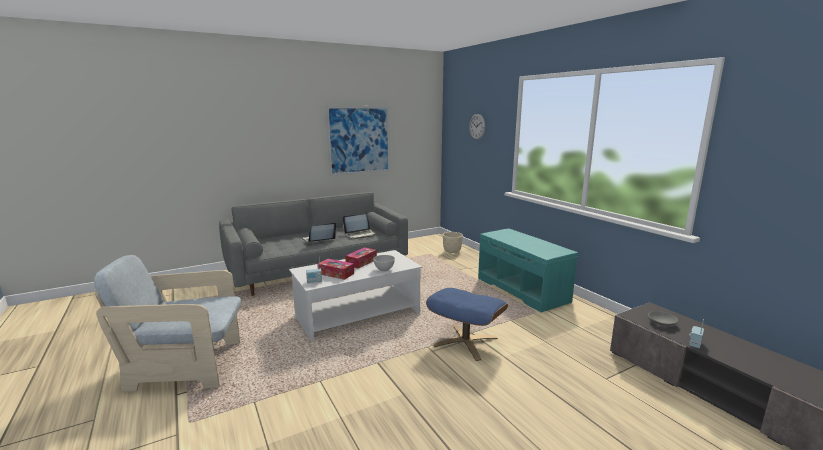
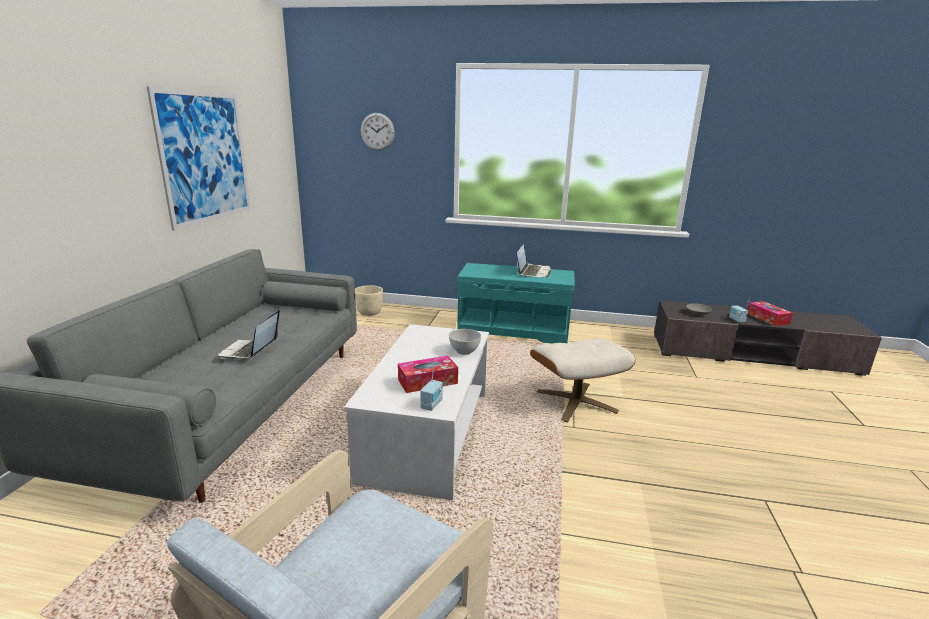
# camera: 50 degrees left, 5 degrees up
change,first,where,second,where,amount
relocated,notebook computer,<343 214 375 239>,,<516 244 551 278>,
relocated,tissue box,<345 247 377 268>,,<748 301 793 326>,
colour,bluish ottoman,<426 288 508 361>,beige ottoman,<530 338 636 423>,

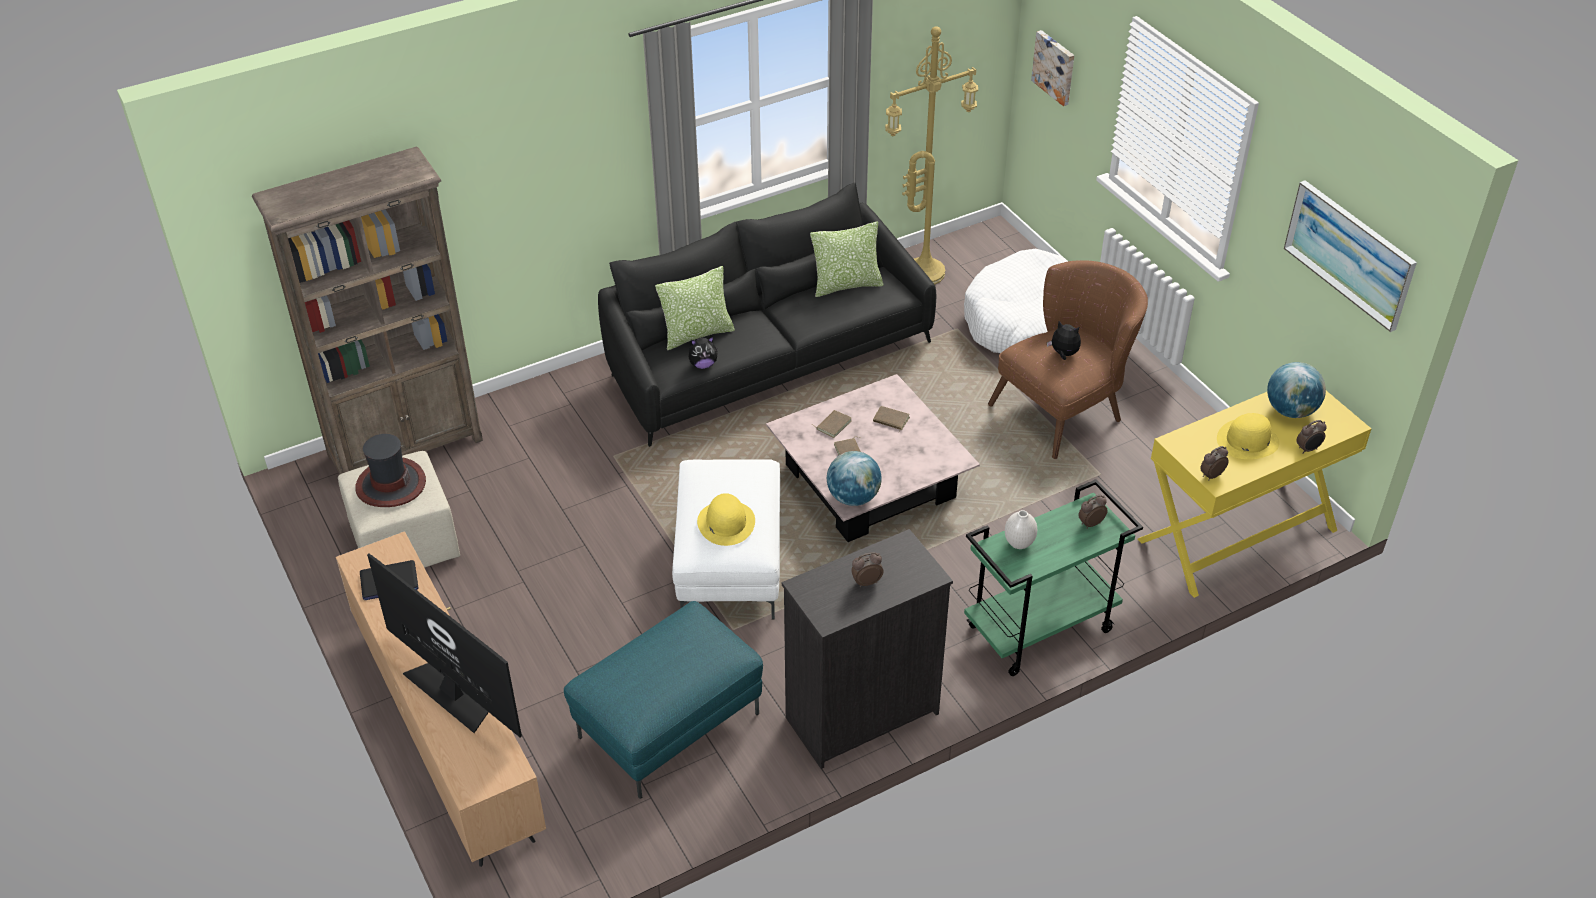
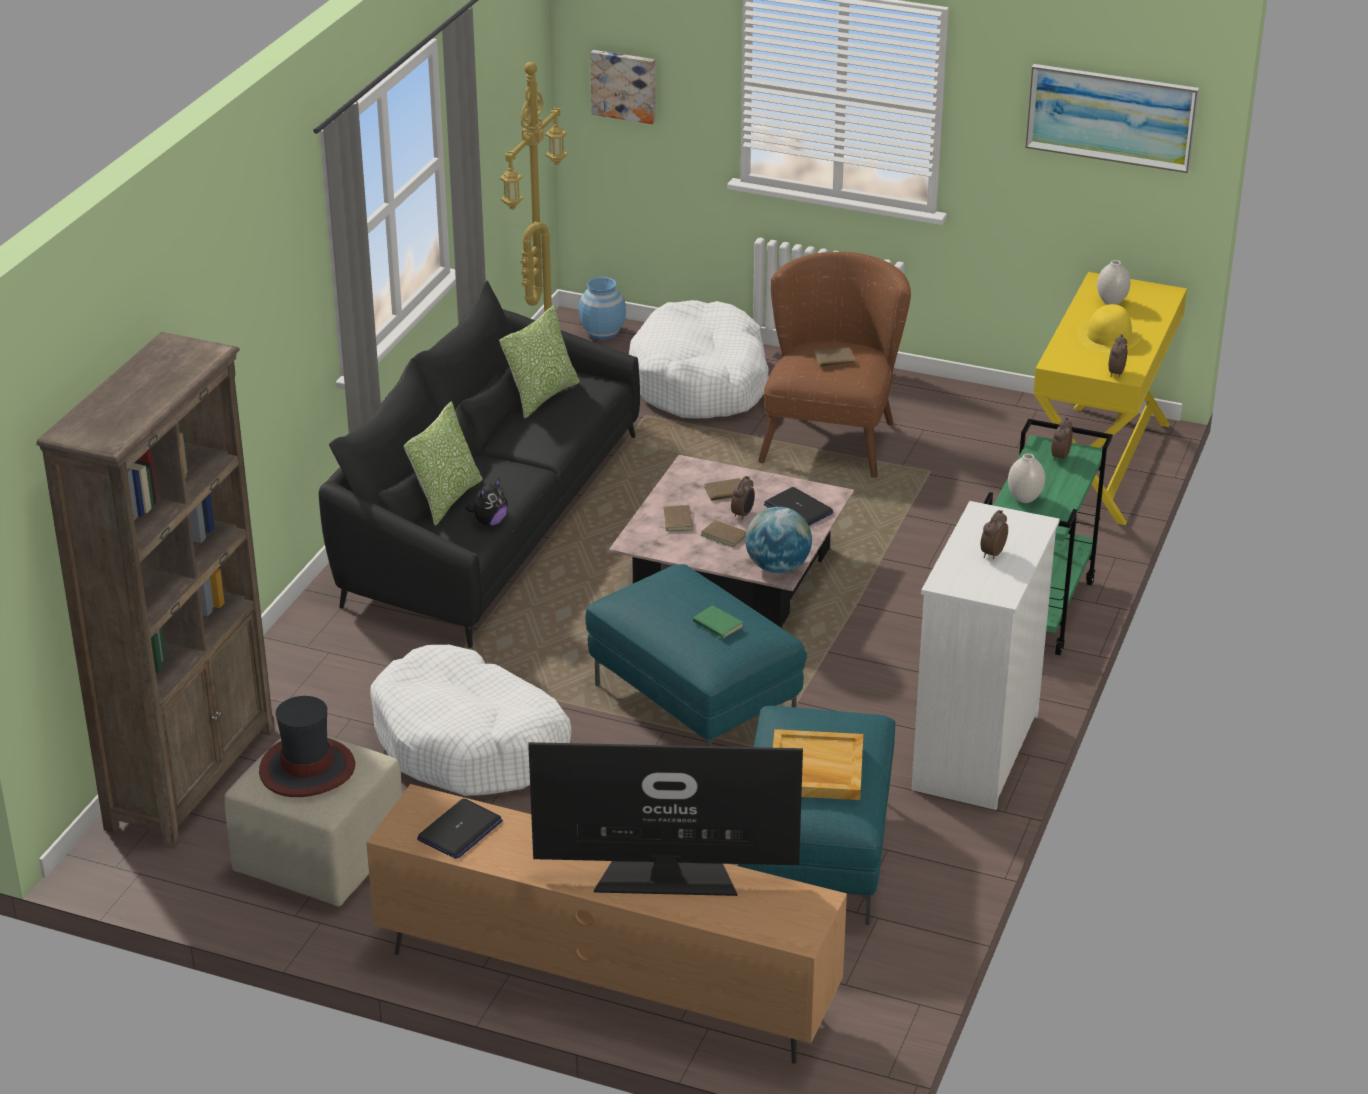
# camera: 40 degrees left, 10 degrees down
change,first,where,second,where,amount
exchanged,plush toy,<1047 321 1081 360>,brown volume,<815 348 857 367>,
exchanged,world globe,<1267 362 1326 418>,white-coloured decorative vase,<1097 260 1130 305>,
relocated,bedside clock,<1296 420 1327 454>,,<731 476 755 520>,
colour,white-coloured ottoman,<672 459 780 619>,turquoise ottoman,<585 564 807 746>,
exchanged,yellow-coloured wearable hat,<697 493 755 546>,greenish volume,<693 606 743 639>,
colour,blackish chest of drawers,<782 529 953 769>,white-coloured chest of drawers,<911 501 1060 810>,
appeared,,,bluish decorative vase,<579 277 626 339>,
appeared,,,notebook computer,<764 487 833 526>,
appeared,,,white-coloured pet bed,<370 645 571 796>,
appeared,,,beige tray,<773 729 863 800>,

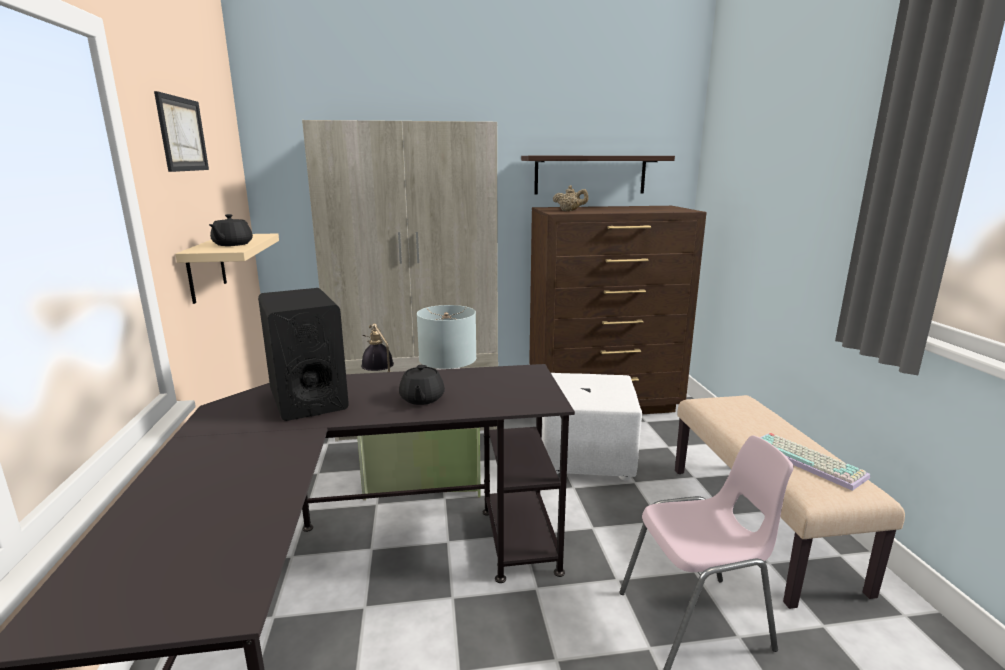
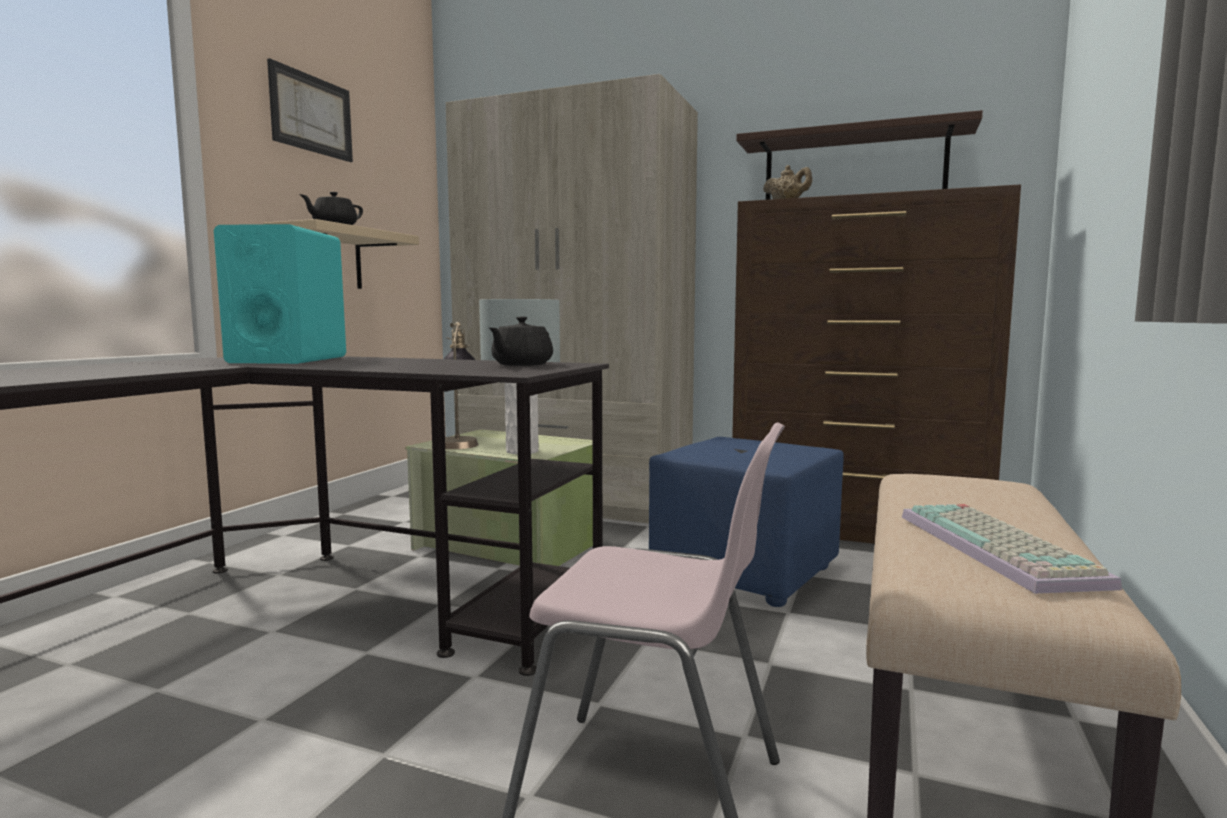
# camera: 30 degrees right, 10 degrees down
change,first,where,second,where,amount
colour,blackish audio speaker,<258 288 349 421>,turquoise audio speaker,<214 224 346 364>,
relocated,blackish teapot,<399 365 445 405>,,<489 316 553 366>,
colour,white-coloured ottoman,<542 373 642 480>,bluish ottoman,<649 437 844 607>,

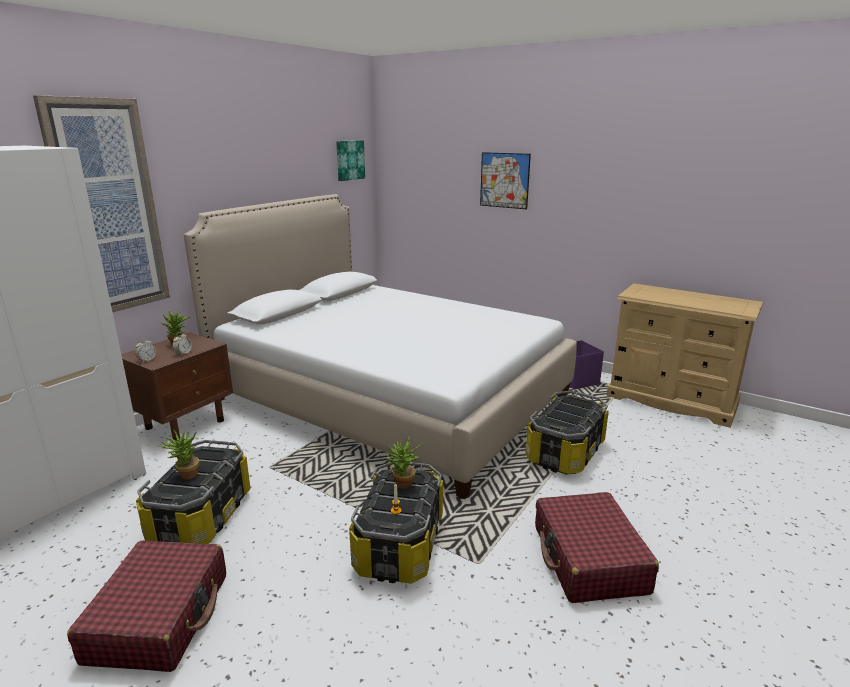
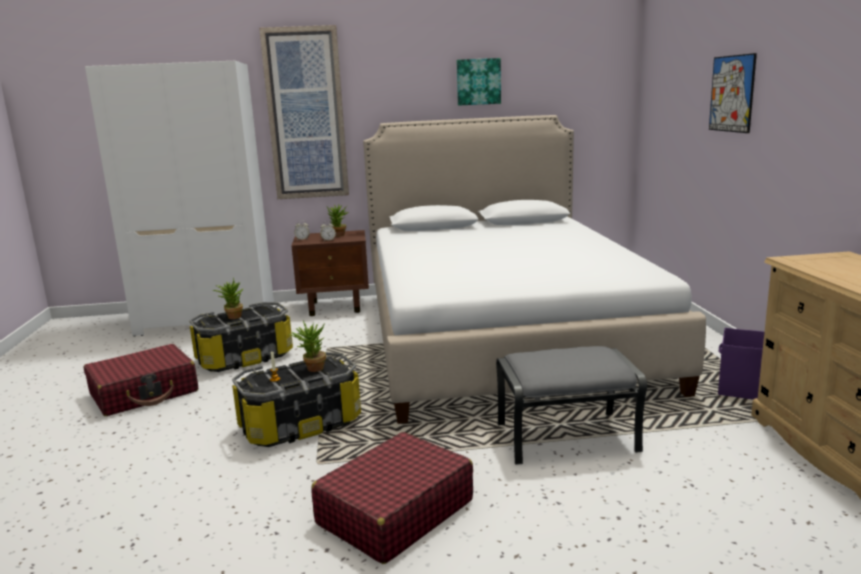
# camera: 50 degrees right, 5 degrees down
change,first,where,second,where,amount
relocated,wall picture,<336 140 365 181>,,<457 58 501 106>,
exchanged,storage bin,<525 391 609 475>,greyish ottoman,<496 346 647 465>,

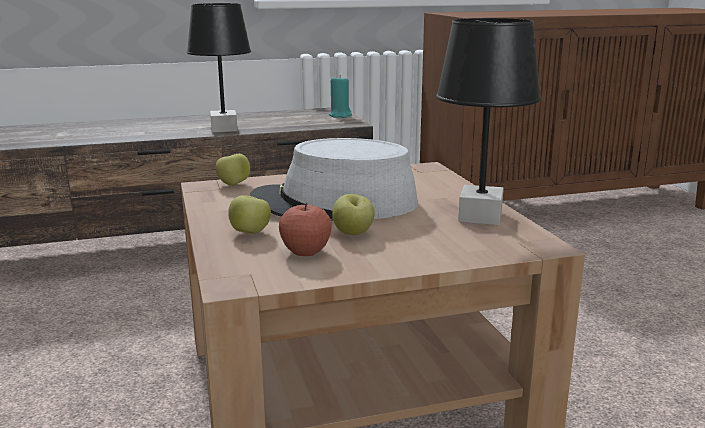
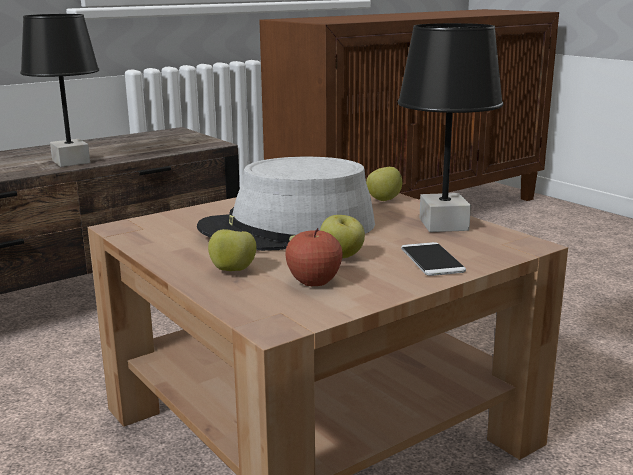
# camera: 20 degrees left, 0 degrees up
change,first,where,second,where,amount
missing,turquoise wax candle,<329 75 352 118>,,,
relocated,whole apple,<215 154 250 186>,,<366 167 402 201>,
appeared,,,handset,<401 242 466 276>,

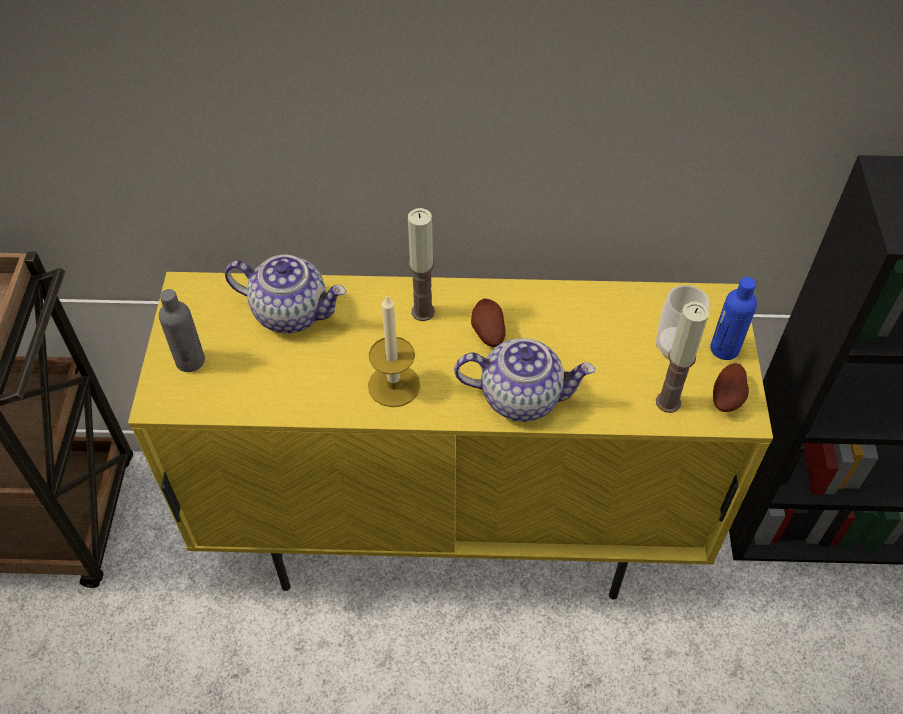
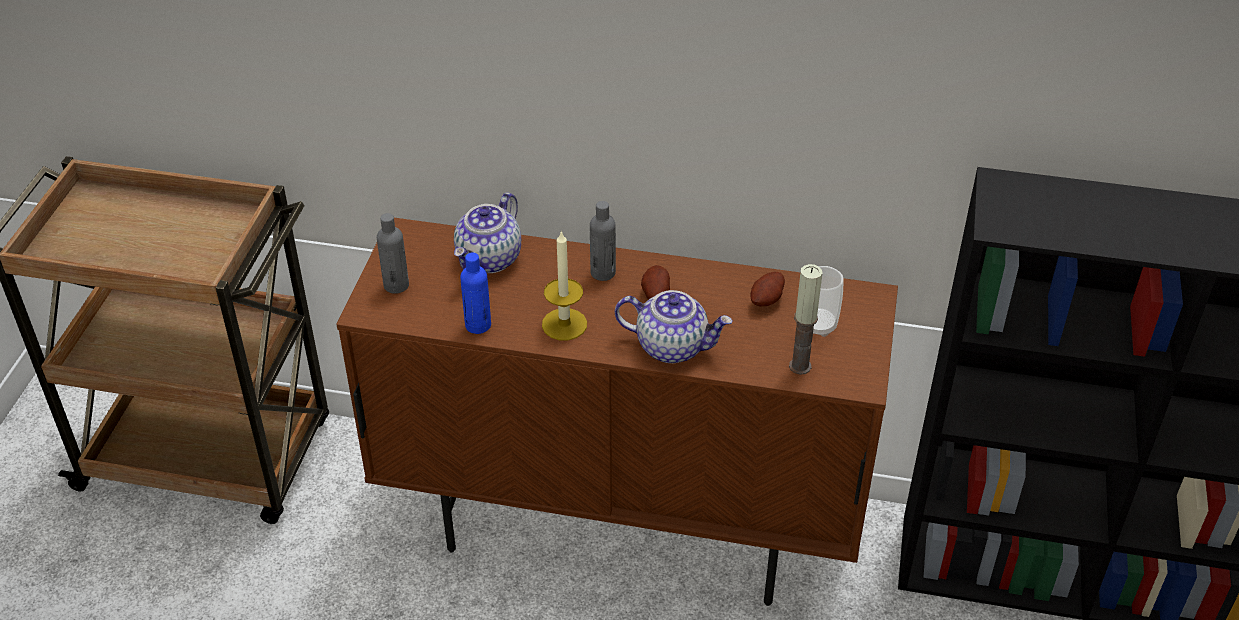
# camera: 10 degrees right, 10 degrees down
change,first,where,second,where,amount
exchanged,wax candle,<408 208 435 321>,greyish beverage bottle,<590 201 616 281>,
spun,teapot,<225 255 346 333>,,<454 192 521 273>,90 degrees clockwise
colour,yellow-coloured cabinet,<128 272 773 599>,brown cabinet,<336 218 898 606>,
relocated,bluish beverage bottle,<710 277 757 360>,,<460 253 491 334>,
relocated,spud,<713 363 749 412>,,<751 272 785 306>,

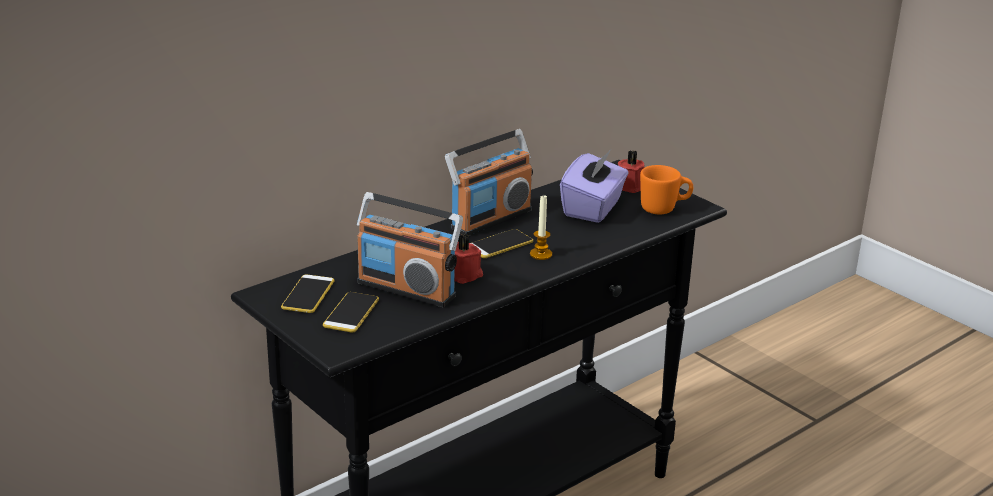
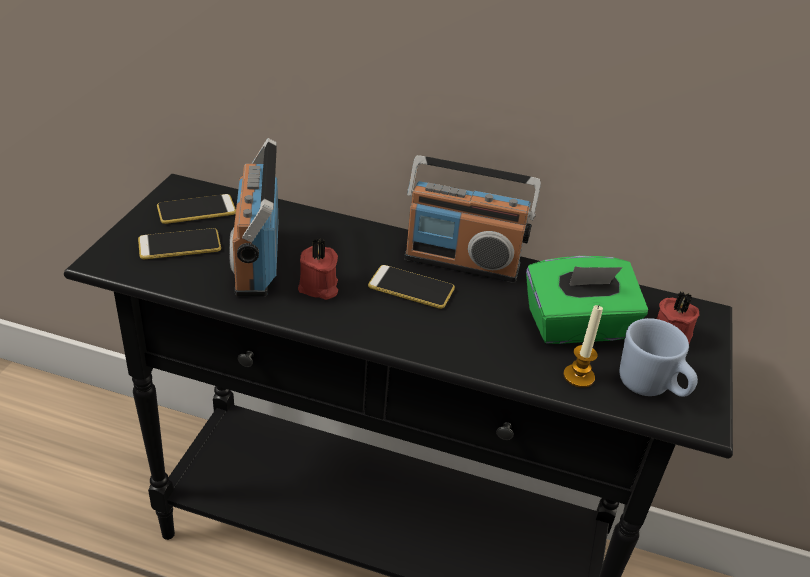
# camera: 55 degrees right, 10 degrees up
change,first,where,second,where,amount
colour,purple tissue box,<560 150 629 223>,greenish tissue box,<526 256 648 344>,
colour,orange coffee mug,<640 165 693 214>,bluish coffee mug,<620 318 698 397>,
relocated,wax candle,<530 195 552 260>,,<563 305 603 388>,

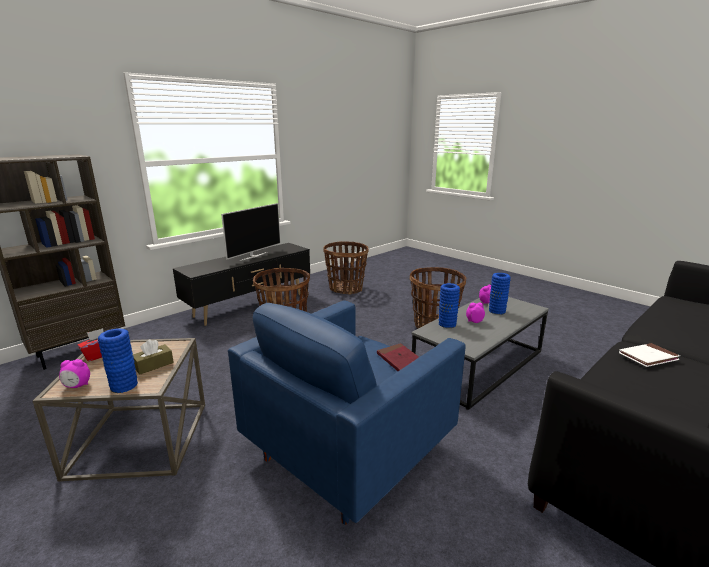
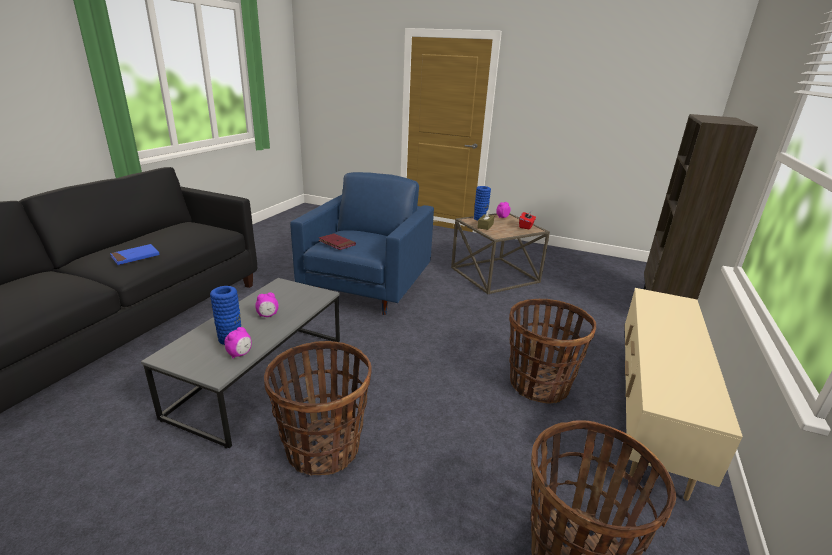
# camera: 155 degrees right, 5 degrees up
change,first,where,second,where,amount
missing,TV,<221 203 281 261>,,,
colour,blackish media console,<173 243 310 326>,beige media console,<625 288 743 501>,
missing,bluish decorative vase,<439 283 460 328>,,,
colour,white-coloured volume,<619 343 680 367>,bluish volume,<110 244 160 265>,

